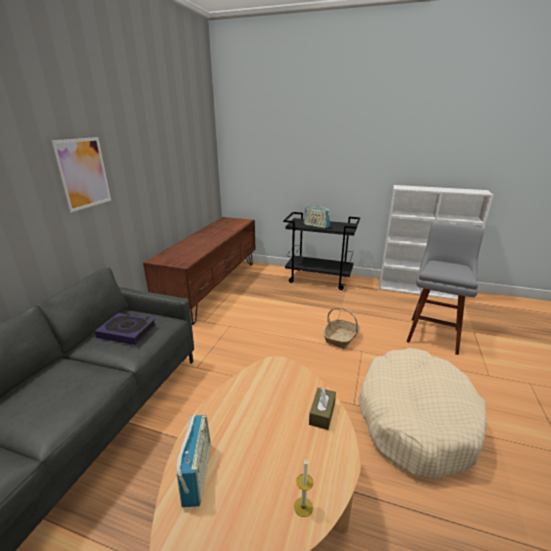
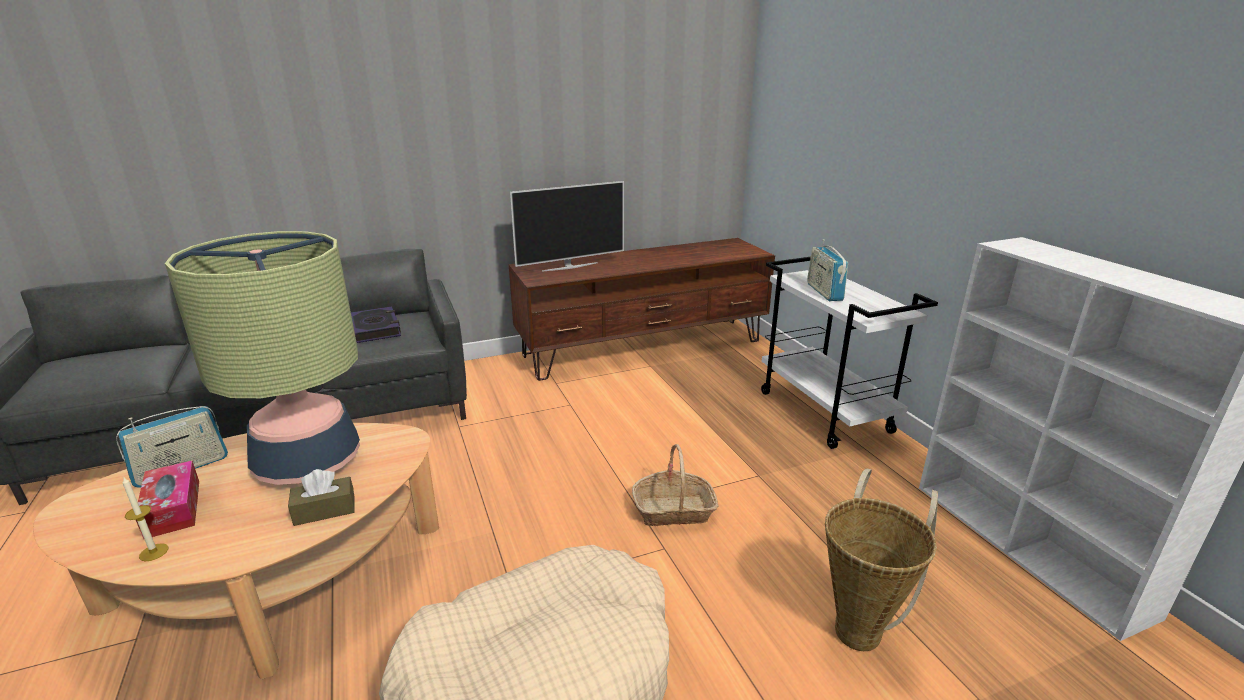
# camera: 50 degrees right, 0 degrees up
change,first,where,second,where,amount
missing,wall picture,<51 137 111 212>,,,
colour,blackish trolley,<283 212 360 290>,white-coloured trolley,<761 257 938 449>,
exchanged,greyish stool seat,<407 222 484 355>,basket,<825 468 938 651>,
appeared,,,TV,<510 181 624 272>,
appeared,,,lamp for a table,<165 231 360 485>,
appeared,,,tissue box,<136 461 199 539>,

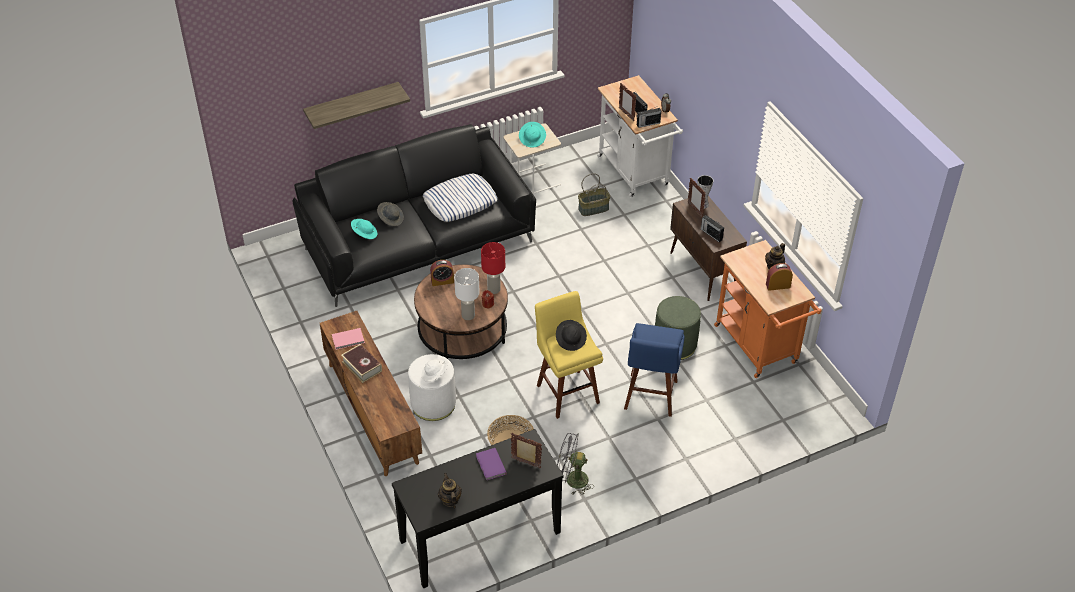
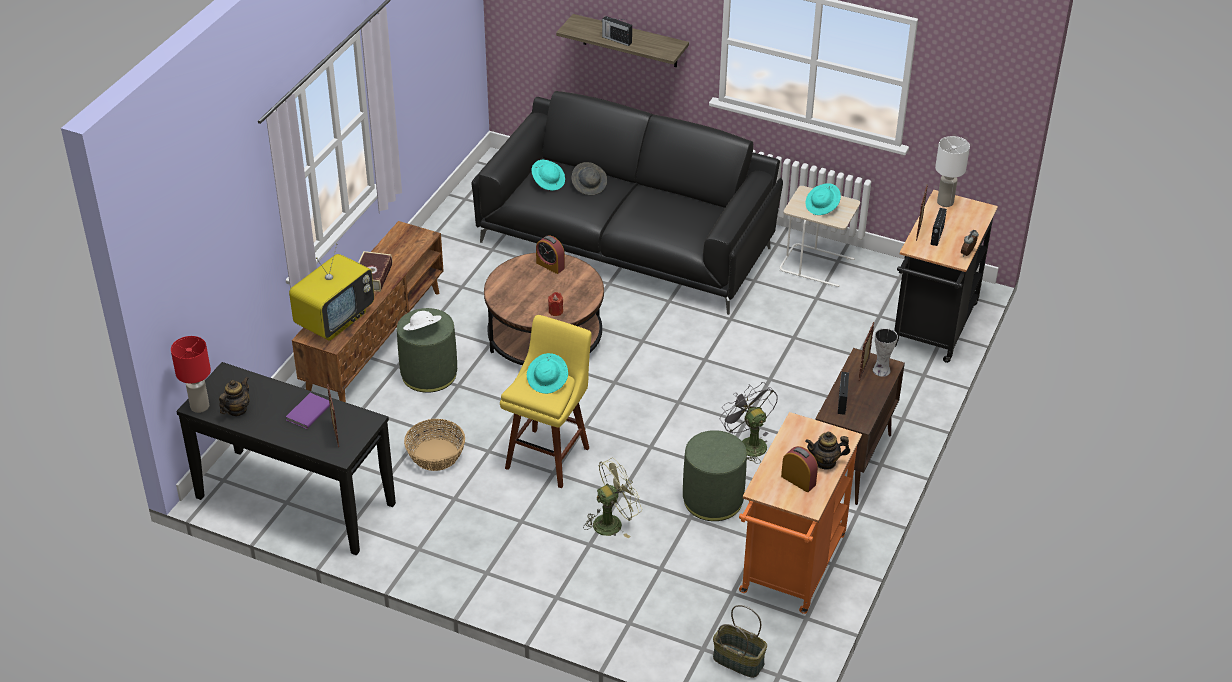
# camera: 50 degrees right, 5 degrees down
change,first,where,second,where,amount
colour,white-coloured trolley,<597 75 683 198>,blackish trolley,<894 189 998 363>,
relocated,radio set,<637 106 661 128>,,<602 16 632 46>,
relocated,basket,<578 173 610 216>,,<713 605 767 678>,
missing,pillow,<423 174 497 222>,,,
relocated,red lamp for a table,<481 242 505 294>,,<171 336 211 413>,
relocated,white-coloured lamp for a table,<454 268 480 320>,,<935 136 970 207>,
colour,blackish wearable hat,<556 320 587 351>,turquoise wearable hat,<527 353 568 394>,
exchanged,bluish stool seat,<624 323 685 417>,greenish cooling fan,<583 458 642 538>,
missing,pink-coloured volume,<332 328 365 350>,,,
colour,white-coloured ottoman,<408 354 456 421>,greenish ottoman,<397 308 457 393>,
relocated,greyish cooling fan,<557 433 594 495>,,<720 383 778 464>,
appeared,,,TV,<289 243 374 341>,

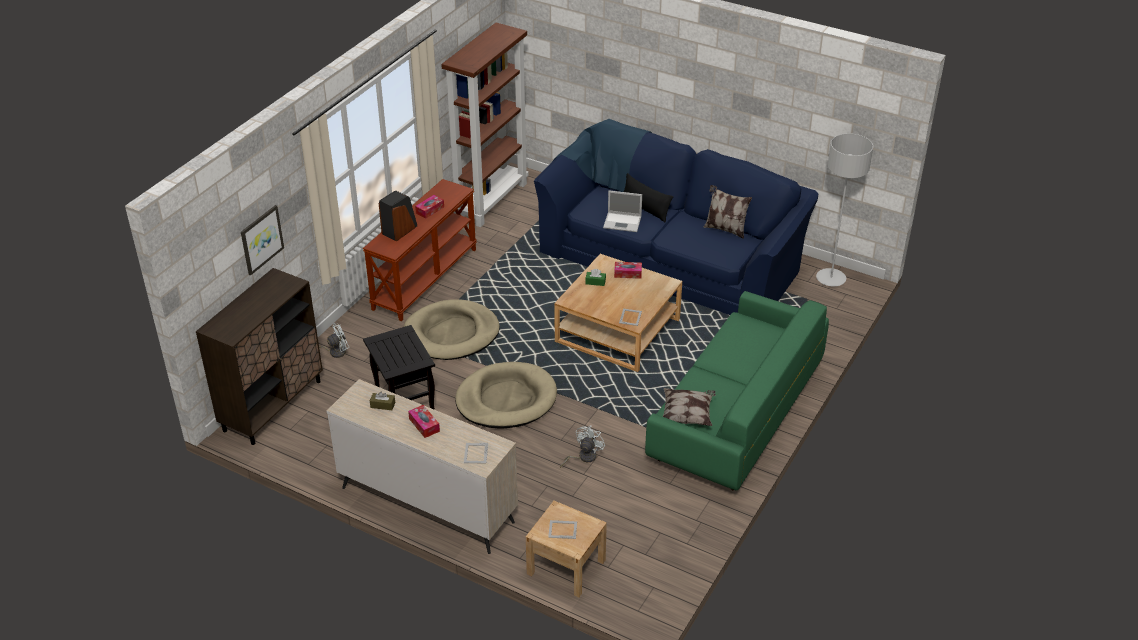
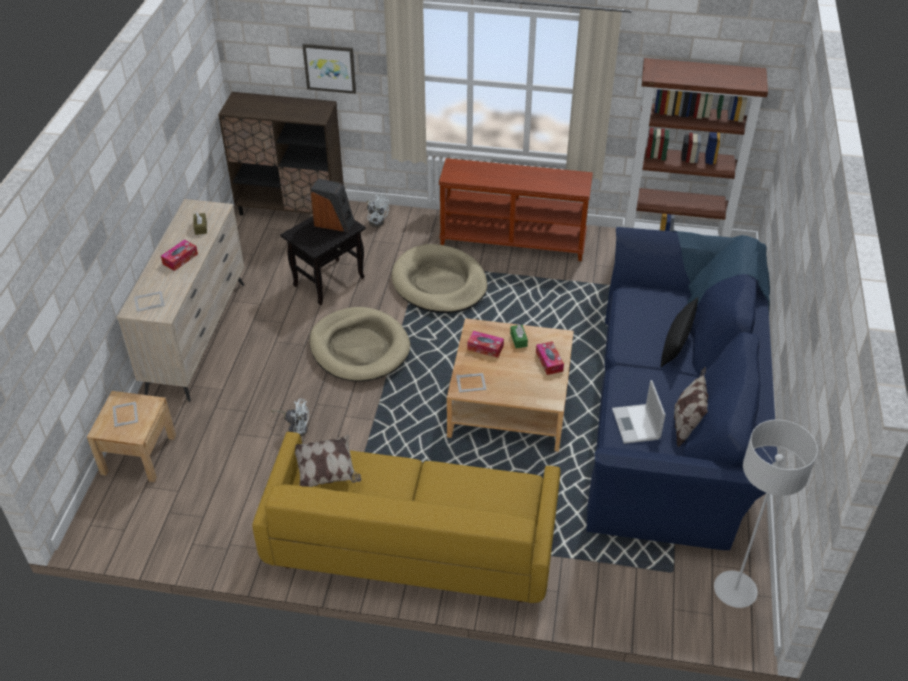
# camera: 70 degrees right, 5 degrees up
change,first,where,second,where,amount
relocated,audio speaker,<379 191 417 242>,,<311 178 354 232>,
relocated,notebook computer,<603 191 642 232>,,<612 380 666 444>,
relocated,tissue box,<415 195 444 219>,,<467 331 504 358>,
colour,greenish sofa,<645 291 829 490>,yellow-coloured sofa,<252 432 561 603>,

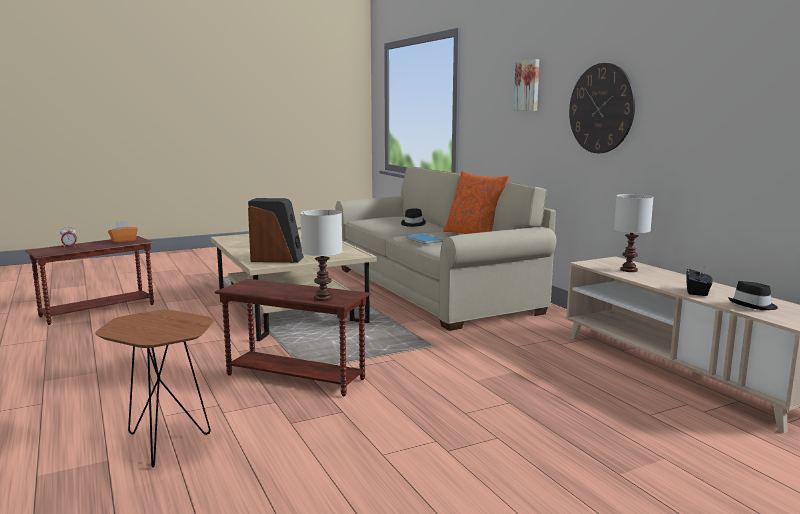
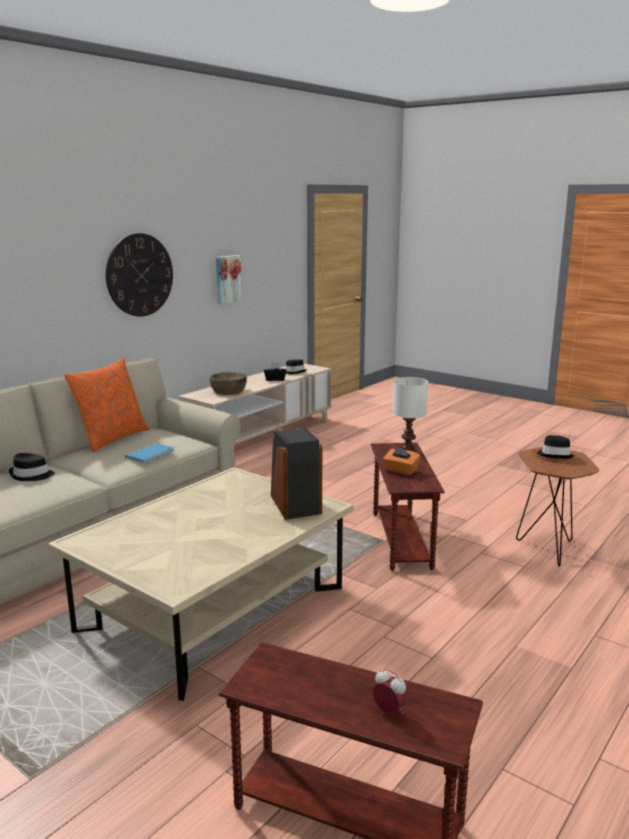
# camera: 115 degrees left, 5 degrees up
change,first,where,second,where,amount
relocated,wall picture,<513 59 539 111>,,<216 255 242 304>,
exchanged,white-coloured lamp for a table,<614 194 653 272>,brown serving bowl,<210 372 247 395>,
relocated,orange tissue box,<108 221 138 243>,,<383 447 421 475>,
appeared,,,blackish wearable hat,<537 435 574 459>,

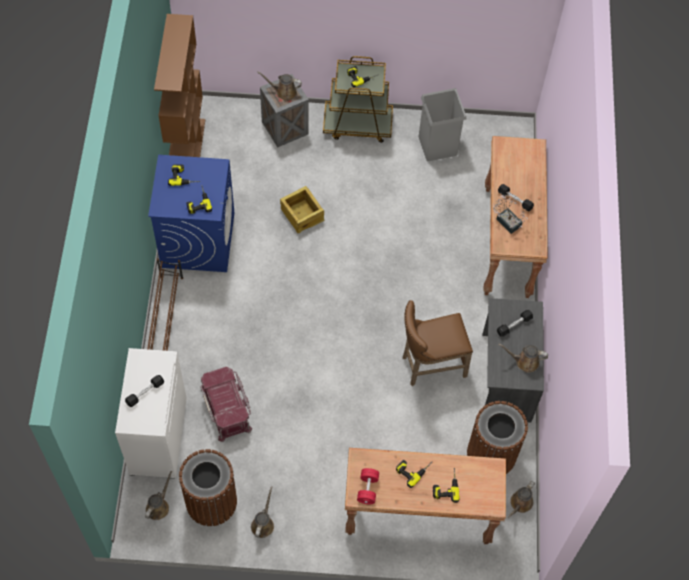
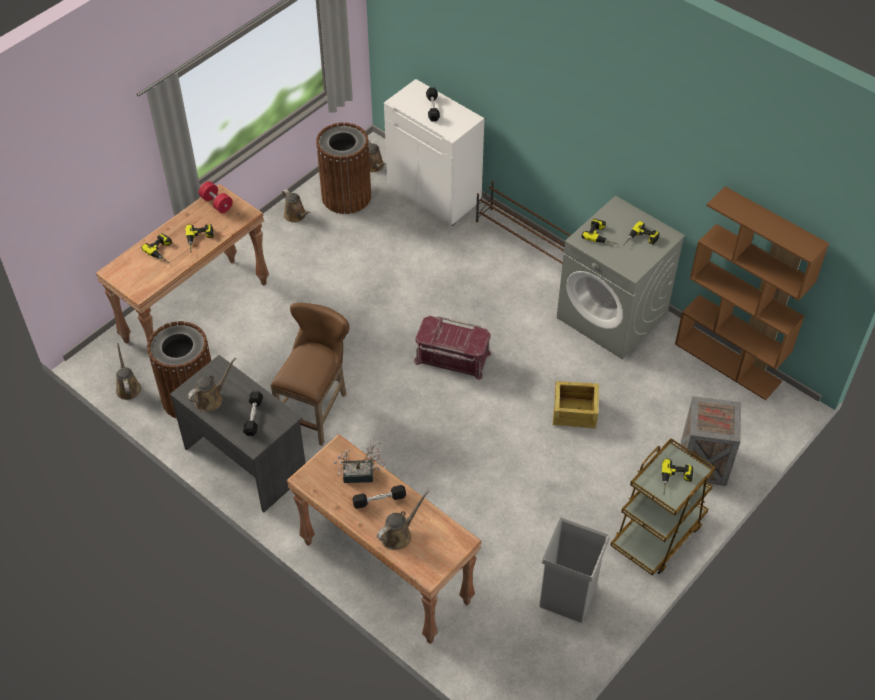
# camera: 130 degrees right, 10 degrees down
change,first,where,second,where,amount
relocated,brown watering pot,<257 71 302 101>,,<377 491 429 550>,
colour,bluish laundry machine,<148 155 235 272>,greyish laundry machine,<557 195 685 359>,
relocated,red storage bin,<200 367 252 442>,,<414 316 492 380>,

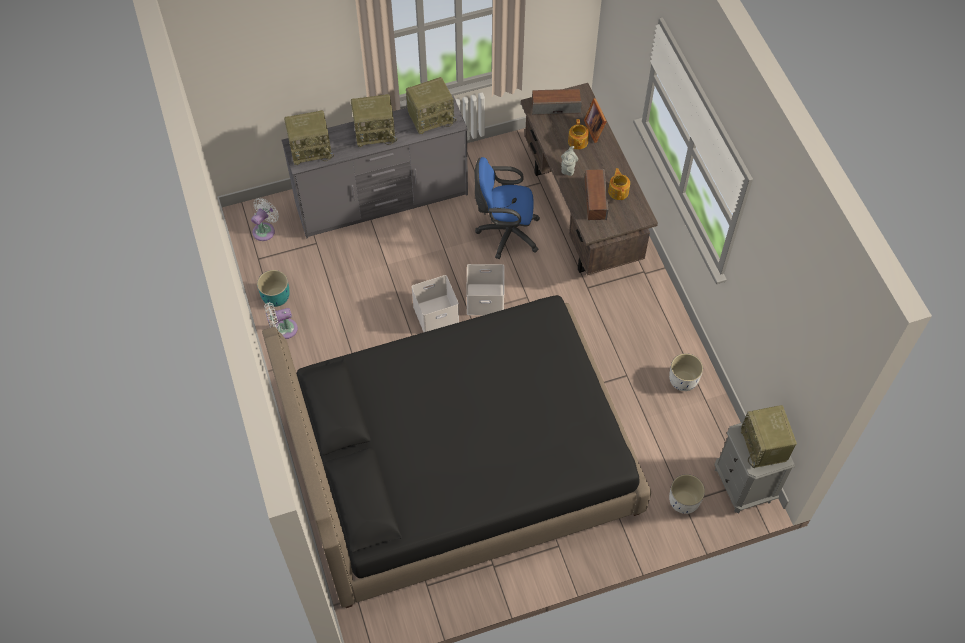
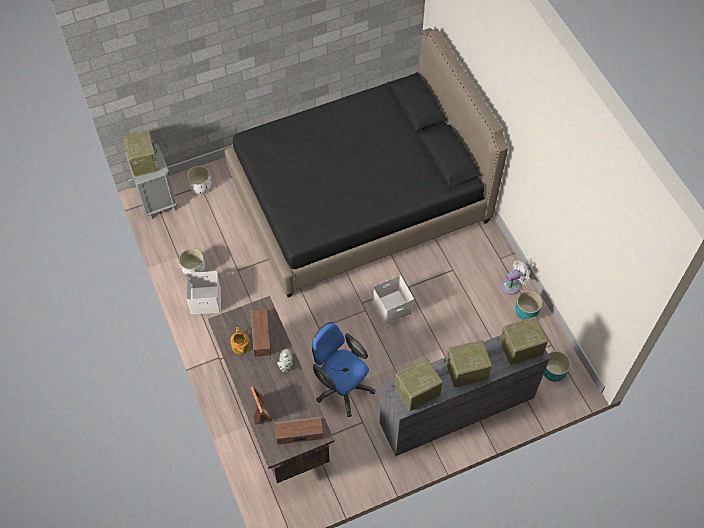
# camera: 175 degrees right, 0 degrees up
change,first,where,second,where,amount
missing,teapot,<568 119 589 150>,,,
spun,bluish desk chair,<474 157 540 259>,,<312 322 375 417>,135 degrees counterclockwise
exchanged,white-coloured cooling fan,<251 198 279 241>,turquoise plant pot,<543 351 571 382>,
relocated,white-coloured storage bin,<466 264 504 315>,,<186 271 221 314>,

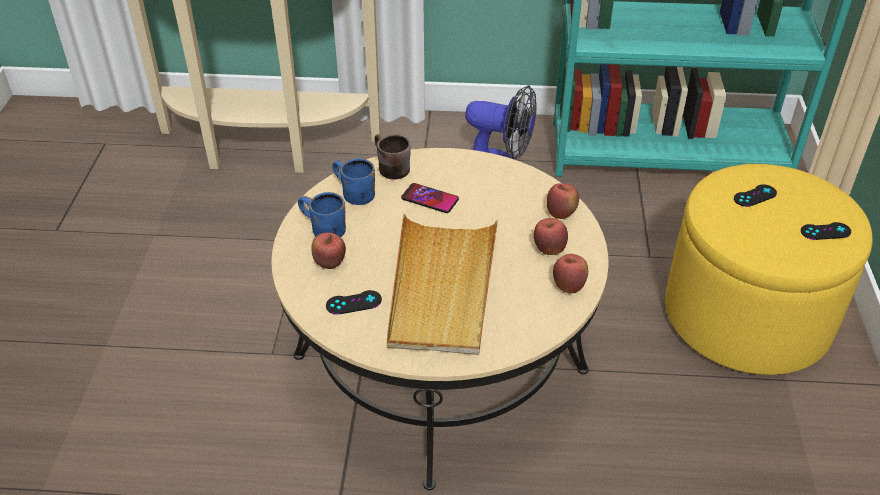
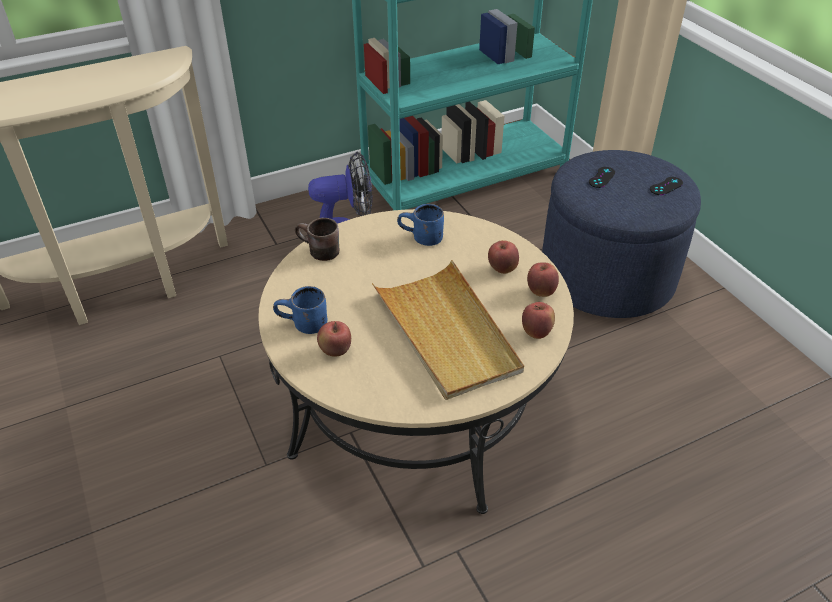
# camera: 30 degrees left, 0 degrees up
change,first,where,second,where,amount
relocated,bluish coffee mug,<332 158 375 205>,,<397 204 444 246>,
colour,yellow-coloured ottoman,<665 164 873 375>,bluish ottoman,<542 150 701 318>,
missing,handset,<401 183 459 213>,,,
relocated,whole apple,<547 183 579 219>,,<522 302 555 339>,
missing,blackish gamepad,<326 290 382 315>,,,

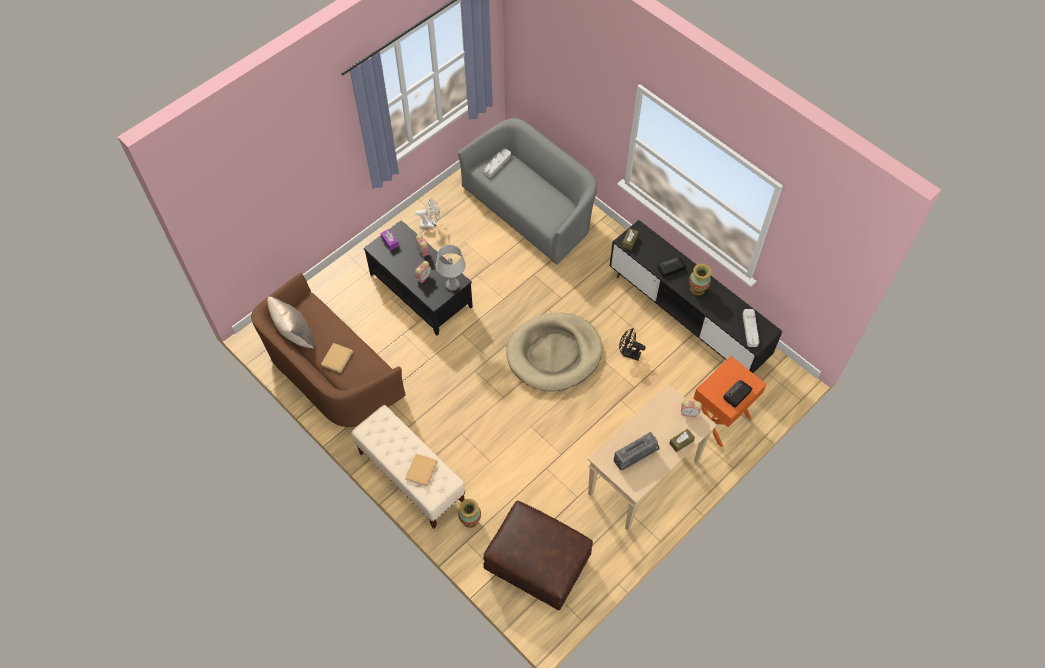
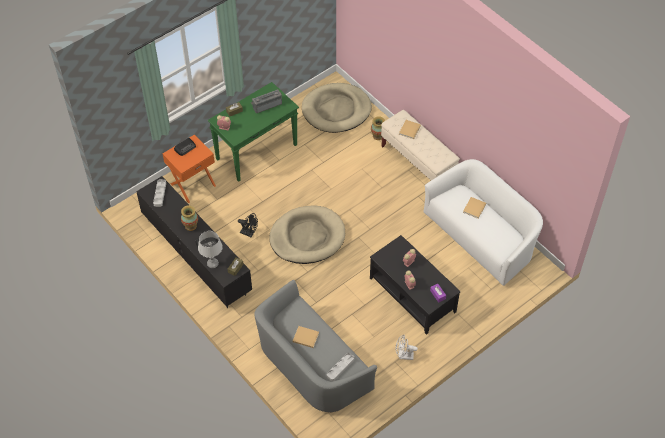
# camera: 175 degrees left, 5 degrees down
change,first,where,second,where,amount
relocated,greyish lamp for a table,<436 245 466 291>,,<198 231 223 268>,
colour,brown sofa,<251 273 406 428>,white-coloured sofa,<423 159 543 286>,
missing,beige pillow,<267 297 314 349>,,,
colour,beige hall table,<588 384 717 531>,greenish hall table,<208 82 299 182>,
exchanged,brown ottoman,<483 501 593 610>,beige pet bed,<302 83 372 133>,
appeared,,,beige volume,<293 326 319 348>,

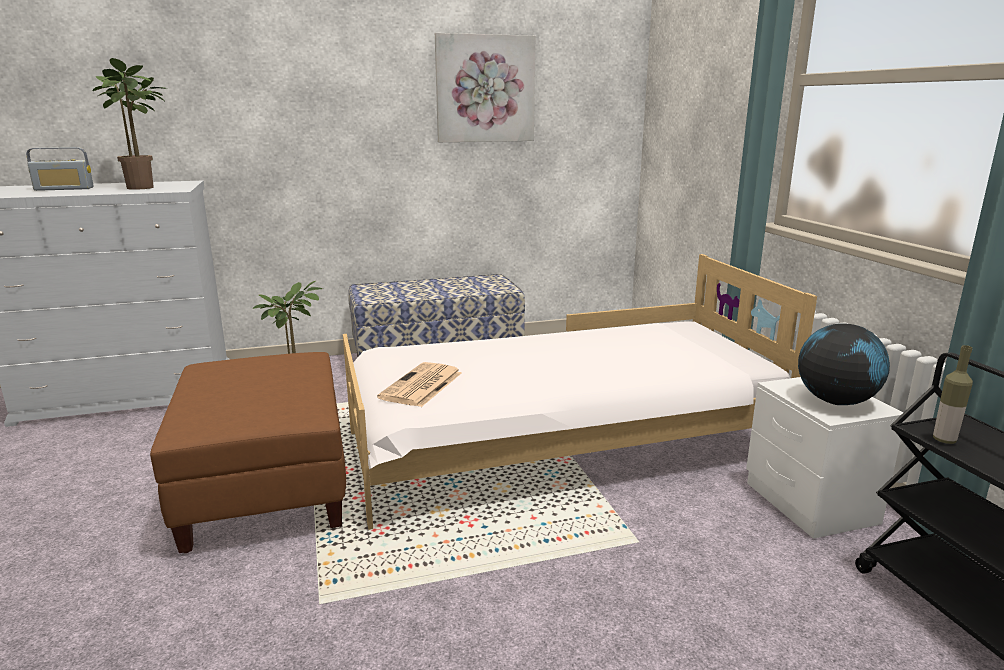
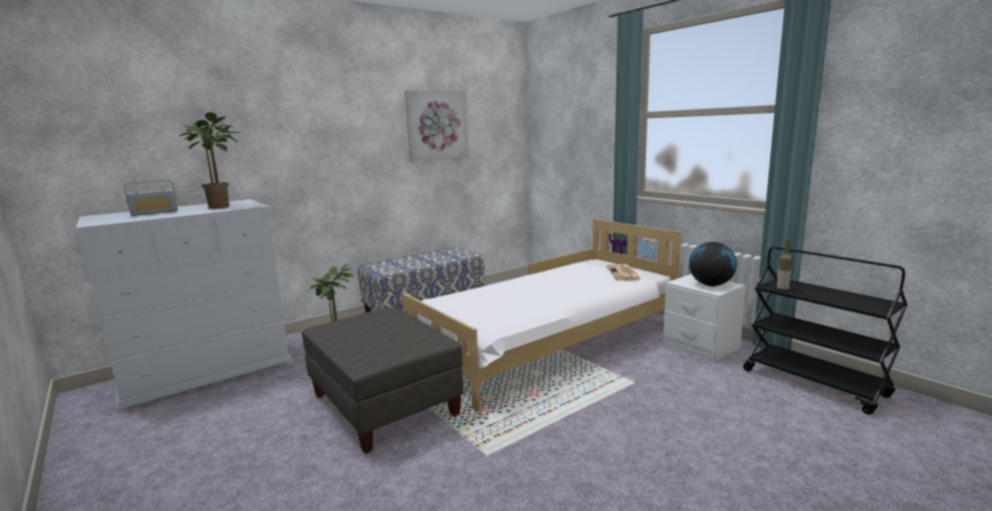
# camera: 20 degrees left, 5 degrees down
change,first,where,second,where,amount
colour,brown ottoman,<150 352 346 553>,greyish ottoman,<302 307 463 453>,
relocated,newspaper,<377 362 462 407>,,<606 264 642 281>,

